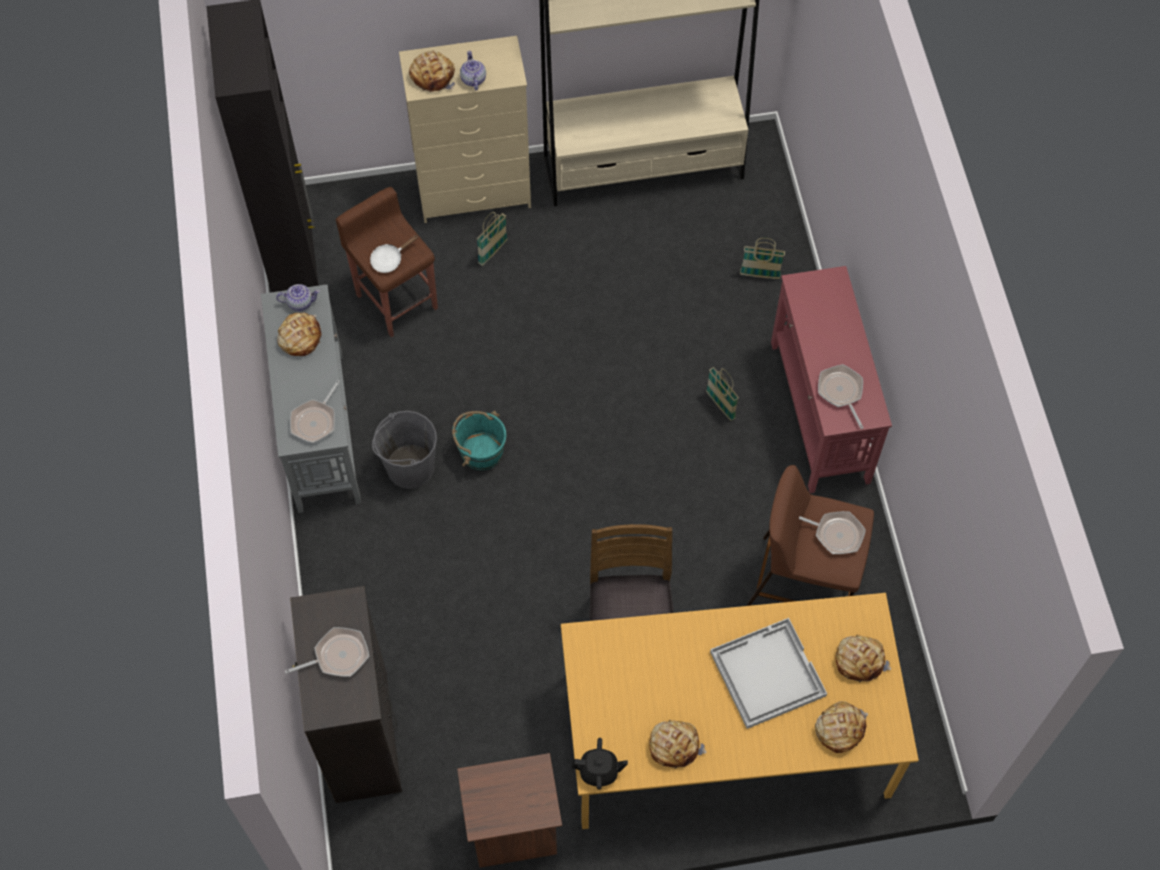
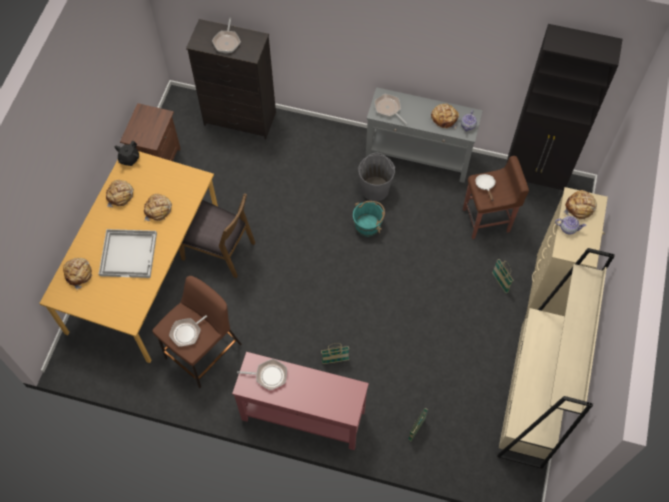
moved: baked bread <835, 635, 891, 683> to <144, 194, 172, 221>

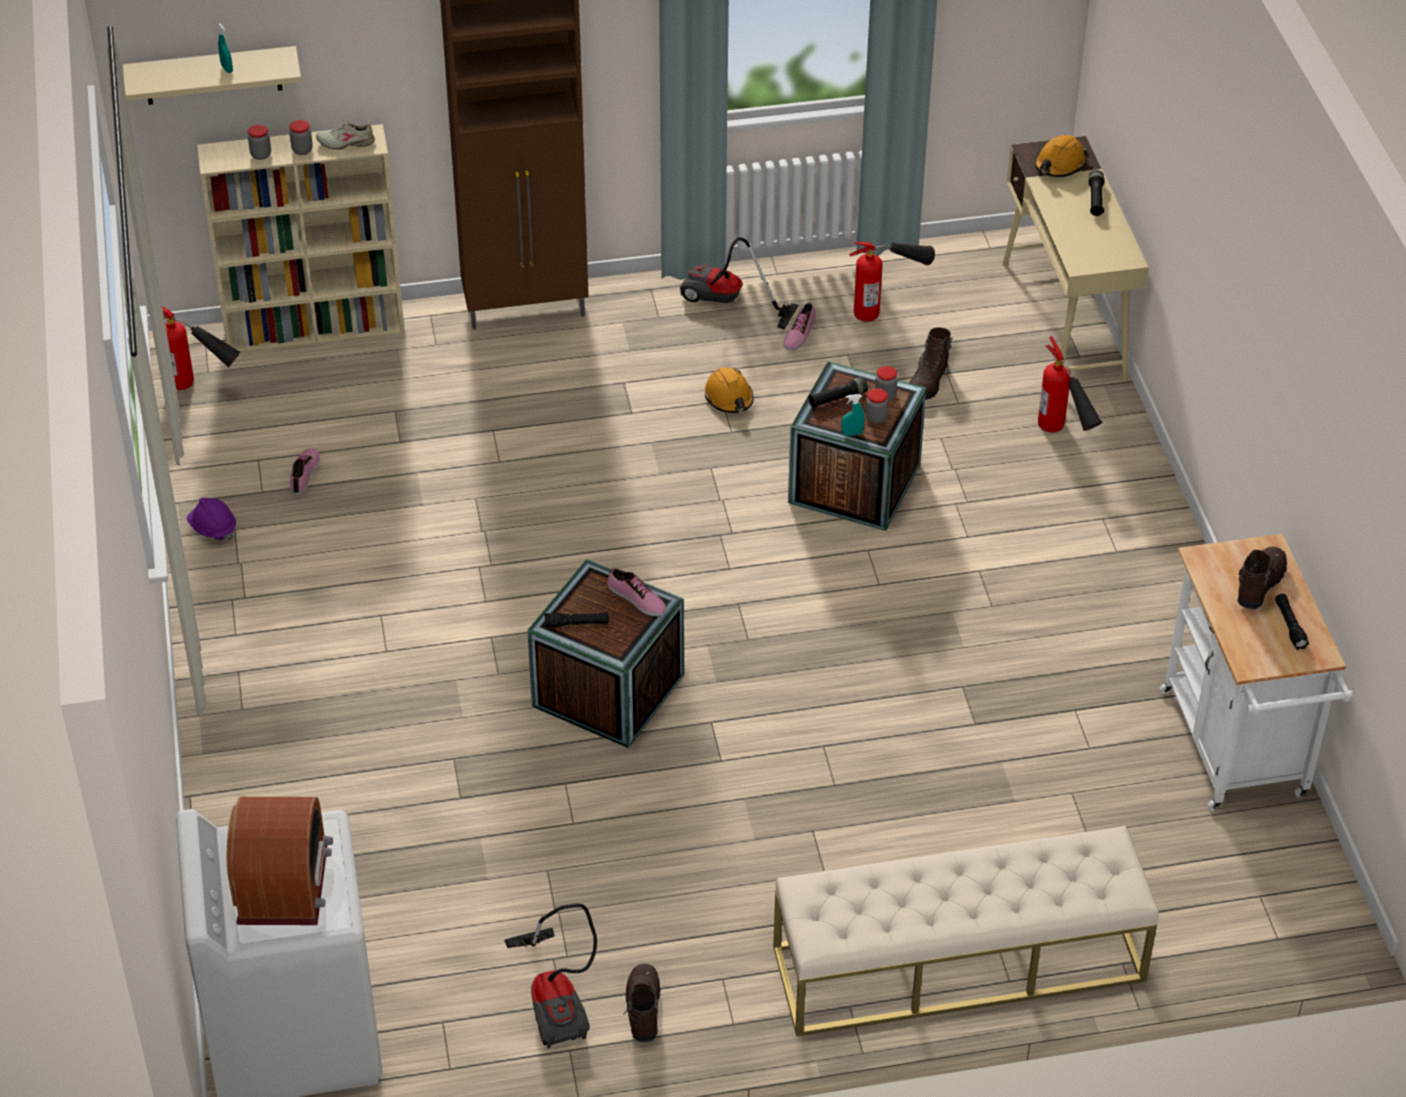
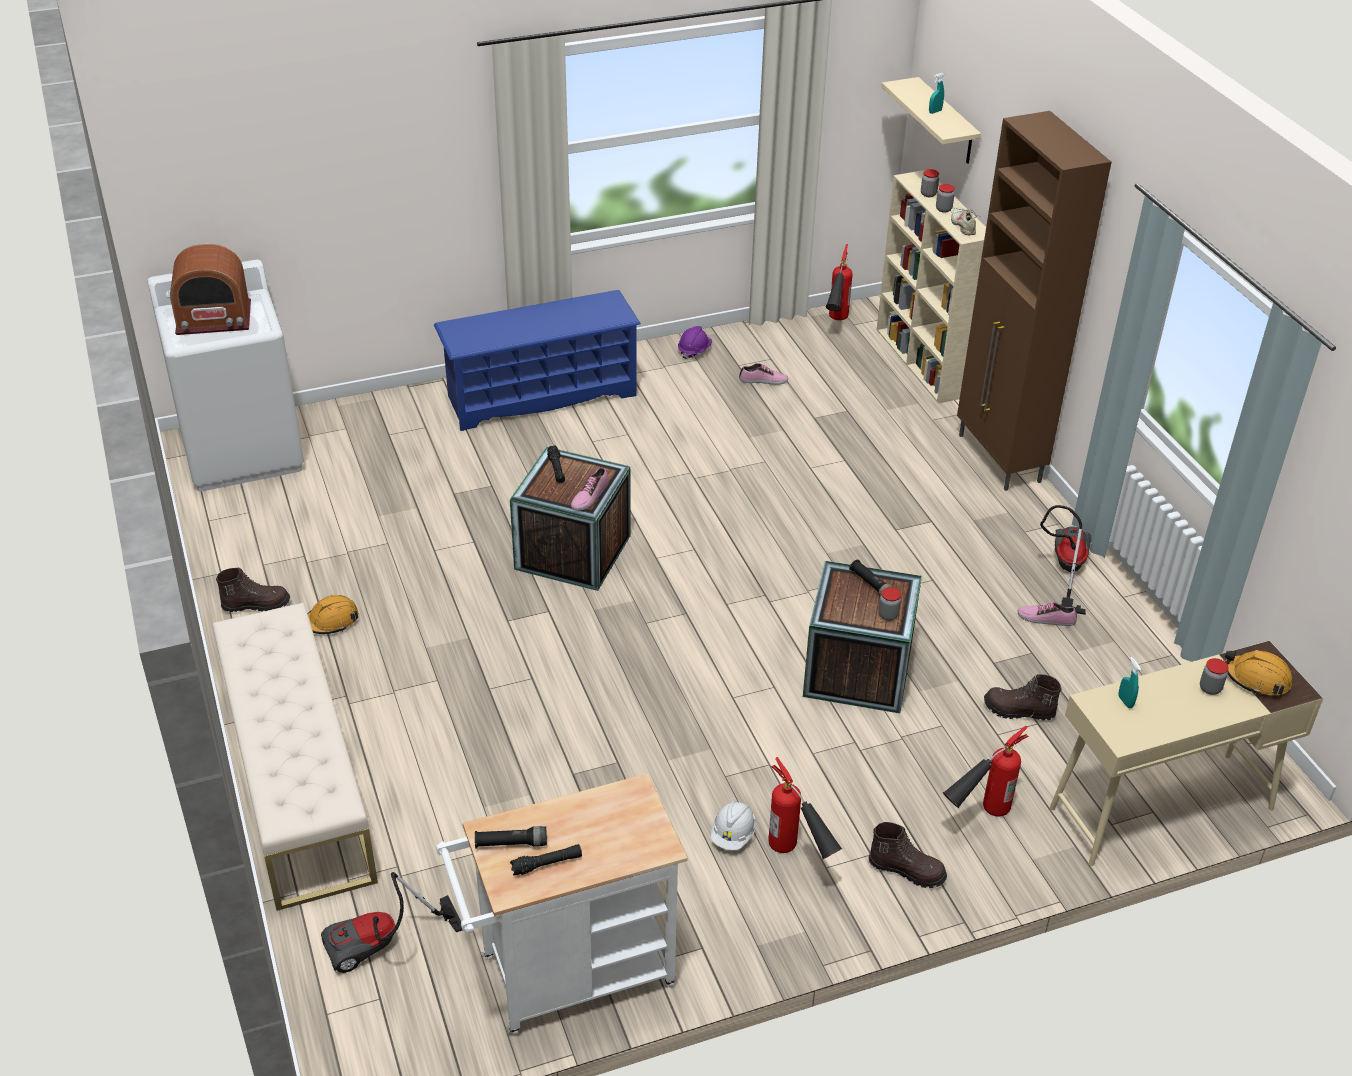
added: blue-coloured shoe rack <434, 290, 641, 431>; white hard hat <711, 801, 756, 850>
moved: black-coloured hand torch <1088, 170, 1104, 216> to <475, 826, 547, 849>; fire-fighting cylinder <849, 242, 935, 321> to <768, 757, 843, 859>; orangey hard hat <705, 367, 754, 413> to <307, 595, 359, 634>; preserve jar <865, 388, 888, 424> to <1200, 658, 1229, 695>; turquoise hand sprayer <841, 394, 865, 436> to <1118, 657, 1141, 708>; brown-coloured boot <1237, 547, 1287, 609> to <869, 822, 947, 888>; vacuum cleaner <505, 904, 597, 1048> to <321, 872, 463, 973>

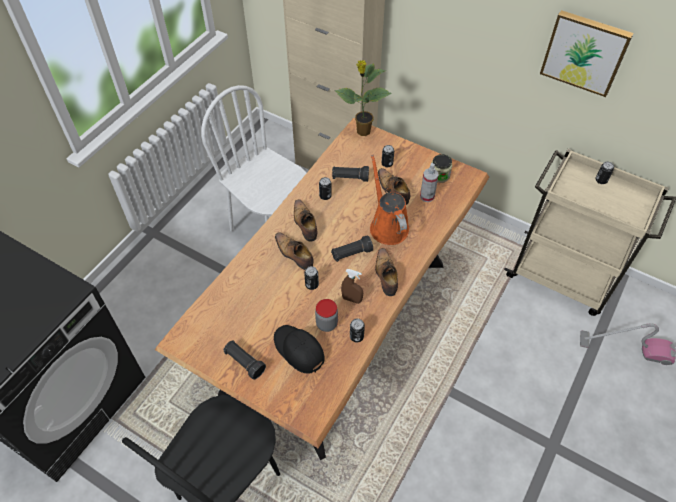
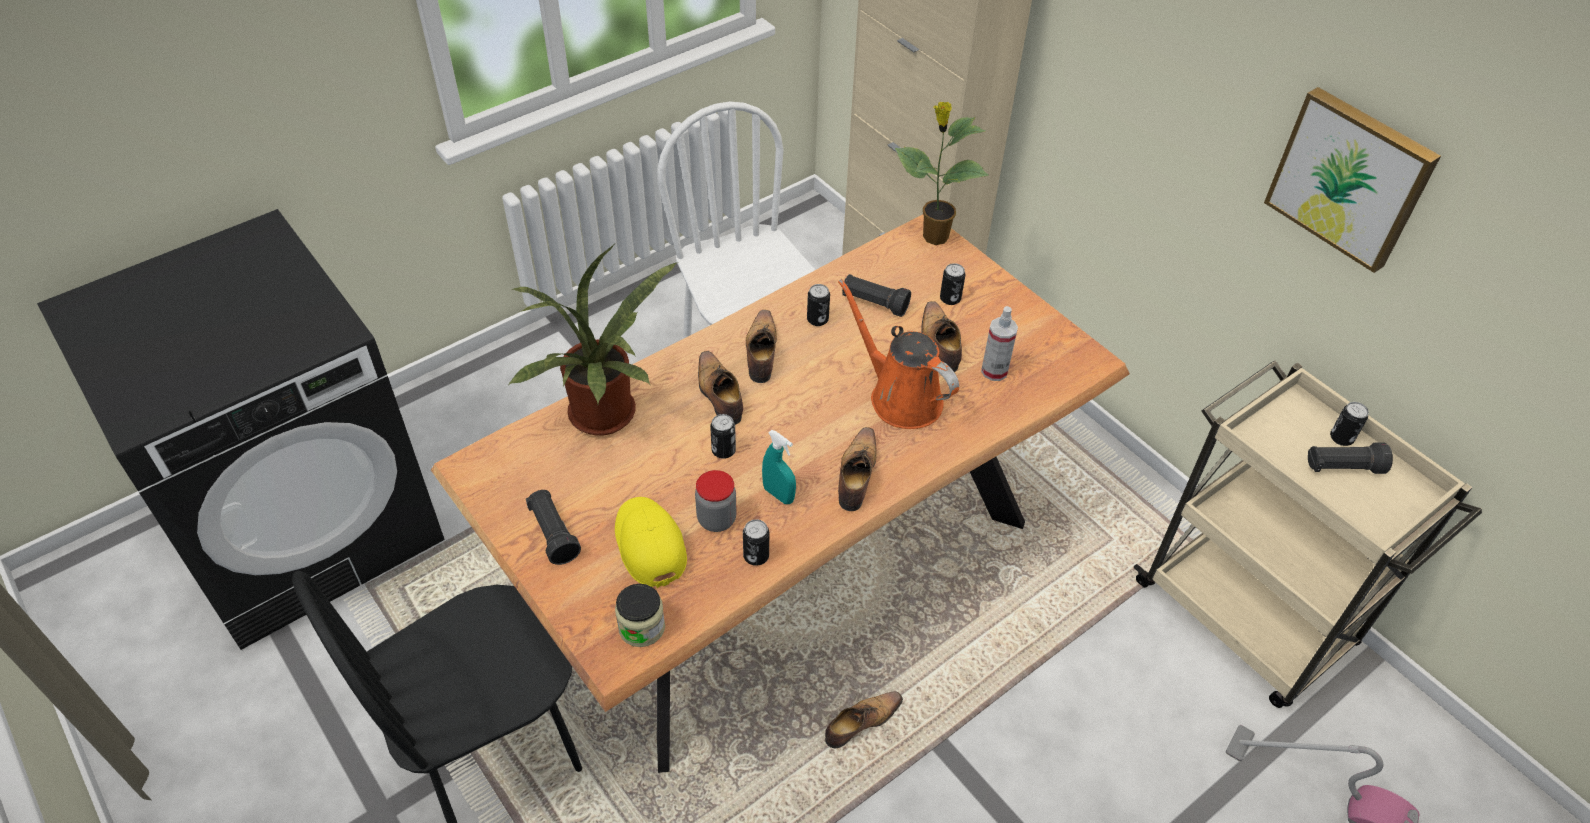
added: potted plant <508, 245, 676, 436>; low shoe <825, 692, 903, 748>
moved: preserve jar <432, 154, 452, 183> to <615, 584, 665, 647>; black-coloured hand torch <331, 235, 373, 262> to <1308, 443, 1393, 474>
recoloured: brown-coloured hand sprayer <341, 269, 363, 304> to turquoise hand sprayer <762, 430, 796, 504>; black-coloured cap <274, 325, 325, 373> to yellow-coloured cap <615, 497, 687, 588>
turned: orangey watering can <370, 155, 409, 245> = <838, 279, 959, 429> 45 degrees counterclockwise

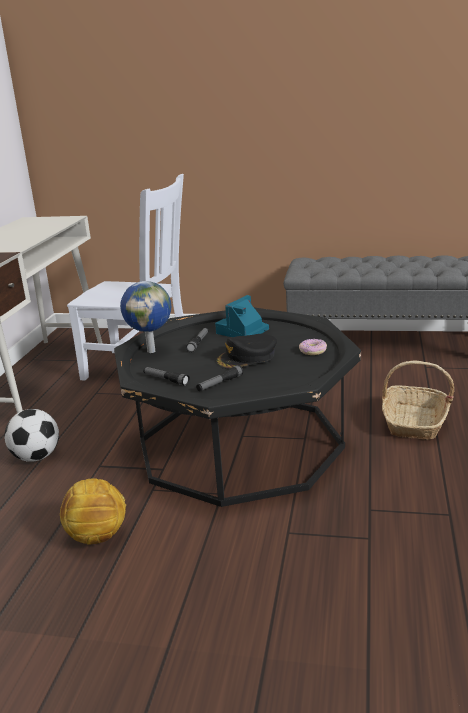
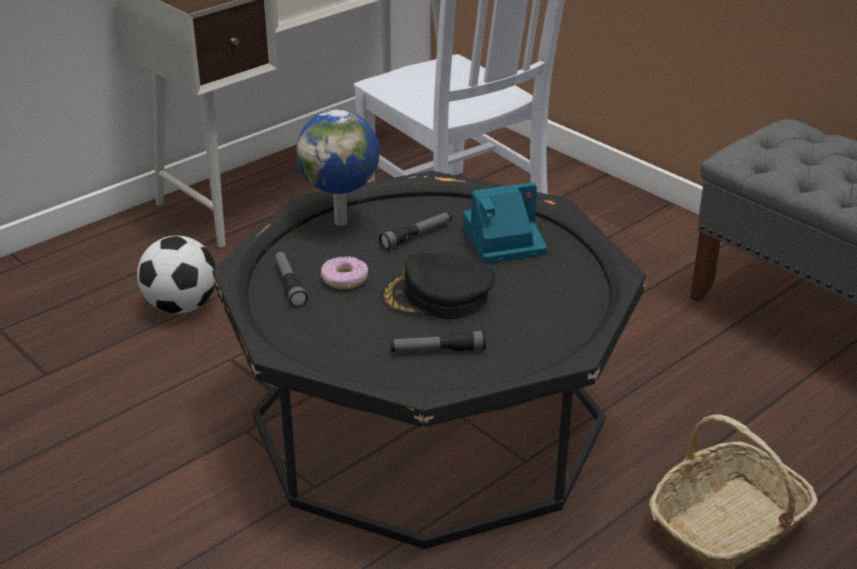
removed: ball for football <60, 478, 126, 545>
moved: donut <299, 339, 327, 355> to <321, 256, 368, 289>; hand torch <196, 365, 243, 391> to <391, 331, 486, 352>

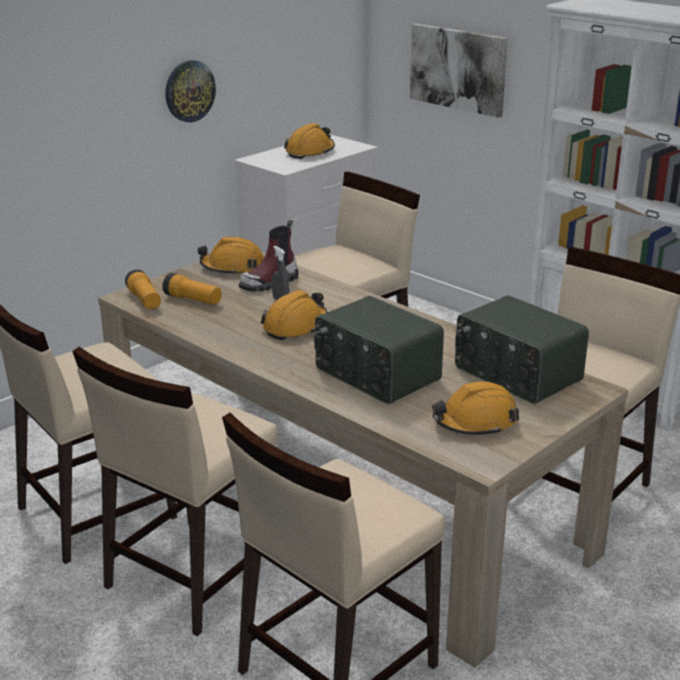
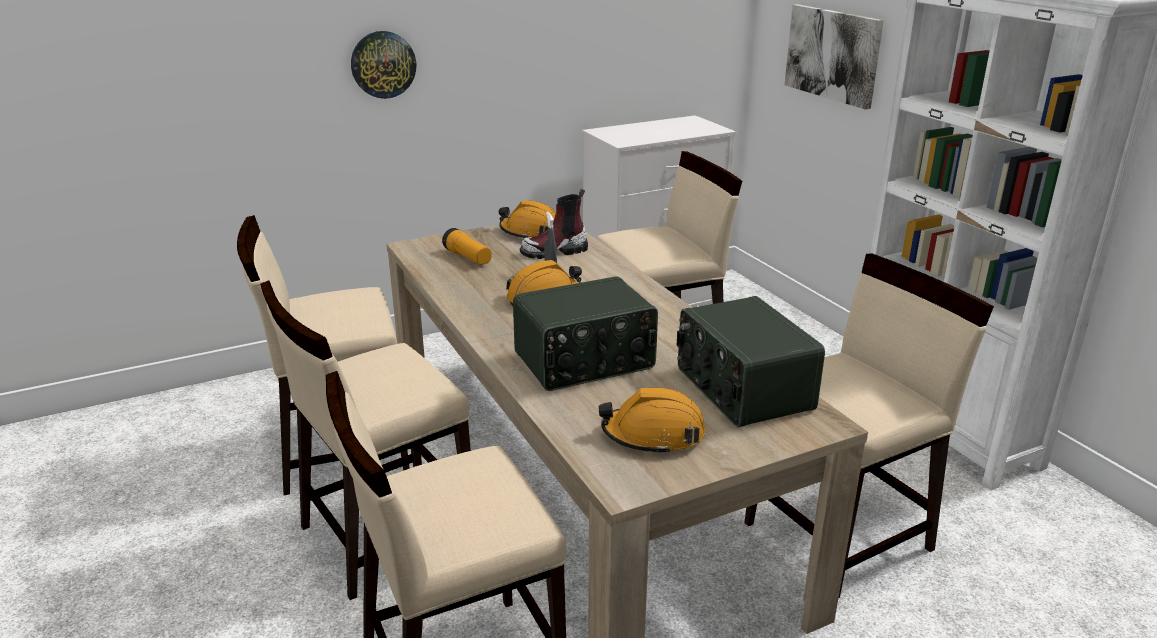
removed: orangey hard hat <284, 123, 335, 159>; hand torch <125, 269, 161, 309>
moved: hanging clock <166, 60, 216, 122> to <351, 31, 416, 99>
turned: radio <314, 296, 444, 404> = <513, 277, 658, 391> 90 degrees counterclockwise

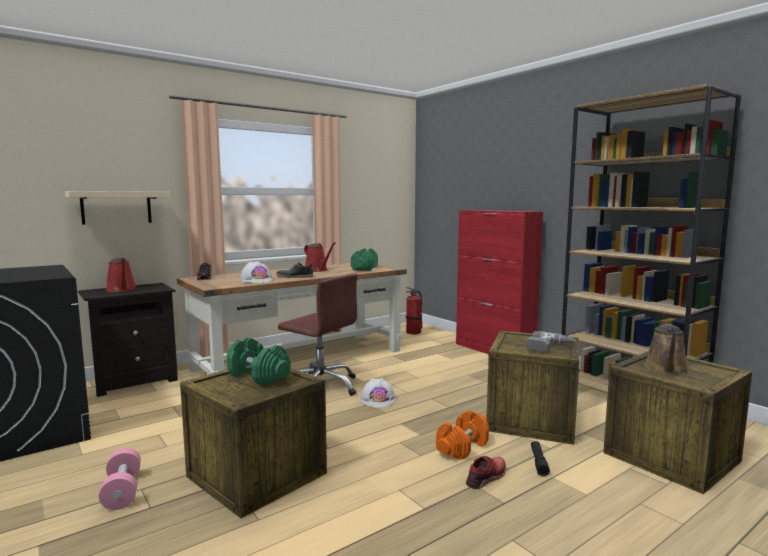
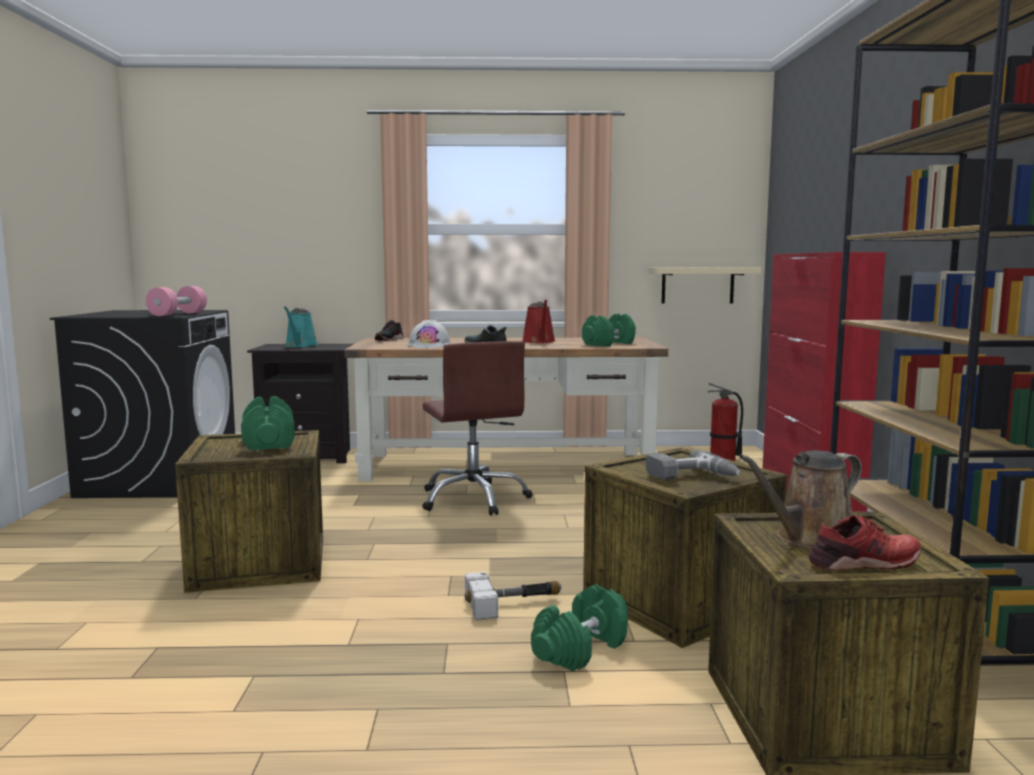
removed: white hard hat <360, 378, 396, 408>
moved: beige-coloured wall shelf <65, 191, 170, 225> to <649, 267, 761, 304>; pinkish hand weight <99, 448, 141, 510> to <146, 286, 207, 316>; red-coloured low shoe <466, 455, 506, 489> to <809, 515, 921, 570>
replaced: orangey hand weight <436, 410, 489, 460> to tool hammer <465, 572, 561, 620>; black-coloured hand torch <531, 441, 550, 477> to green-coloured hand weight <531, 584, 628, 671>
recoloured: red-coloured watering can <106, 258, 137, 292> to turquoise watering can <284, 307, 318, 347>

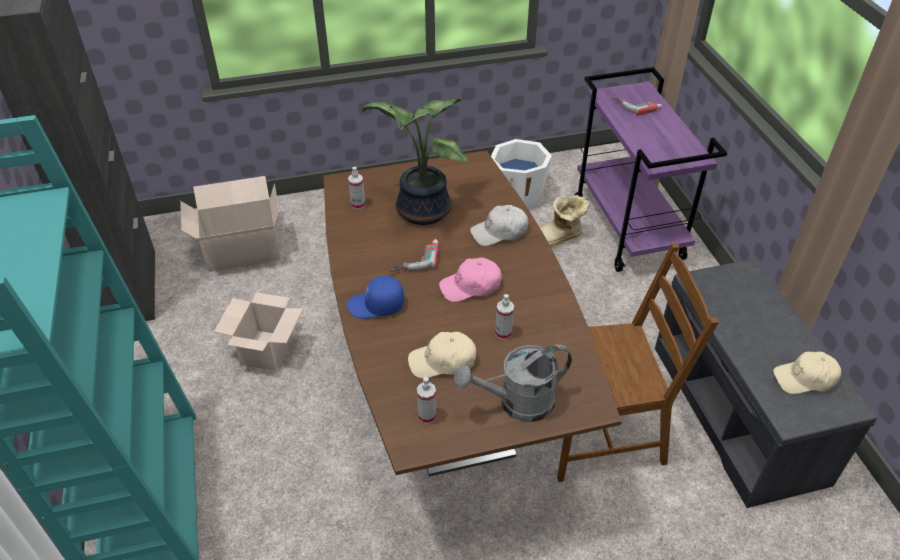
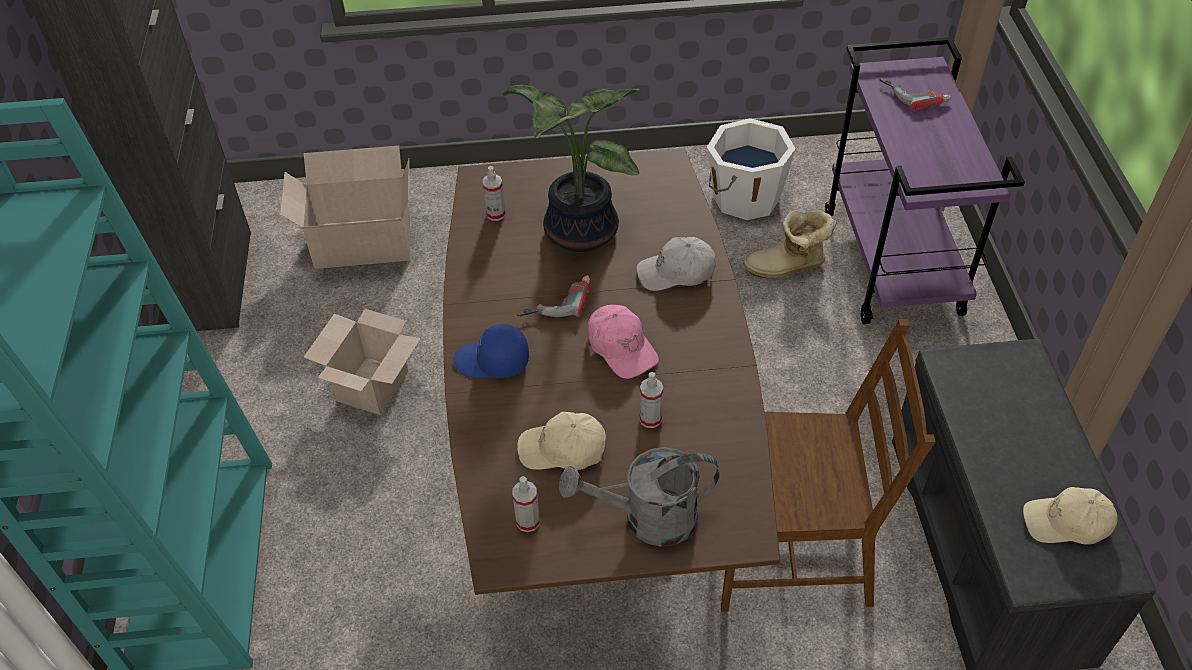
turned: pinkish cap <439, 258, 502, 302> = <587, 305, 659, 379> 120 degrees counterclockwise

